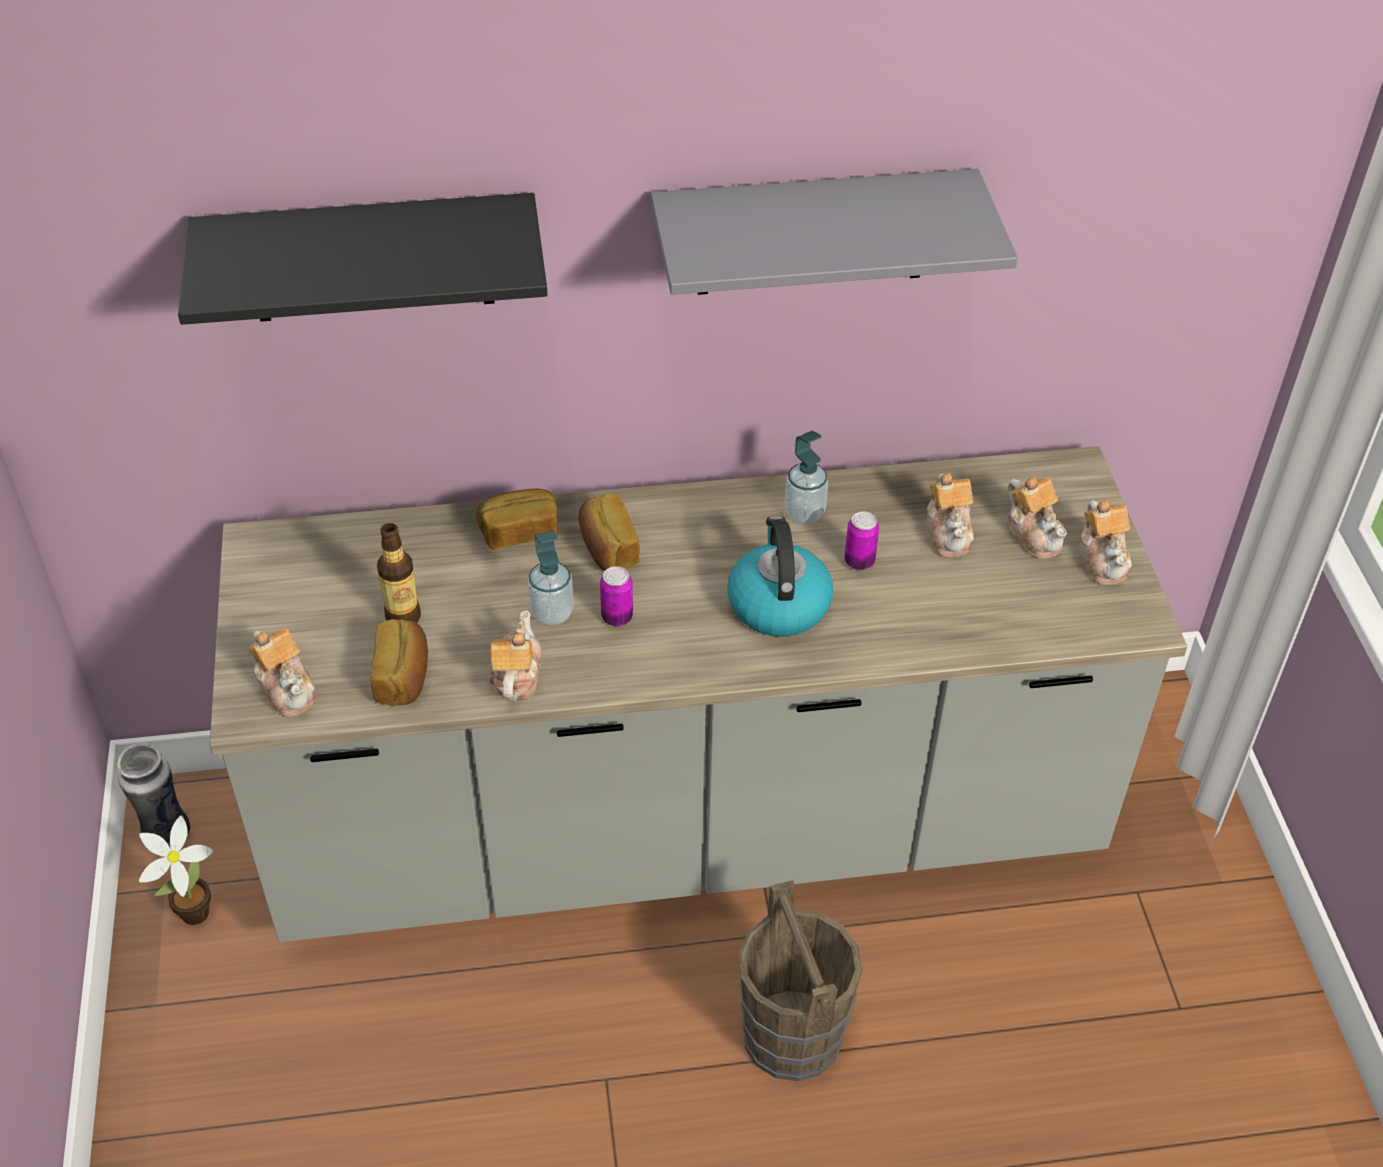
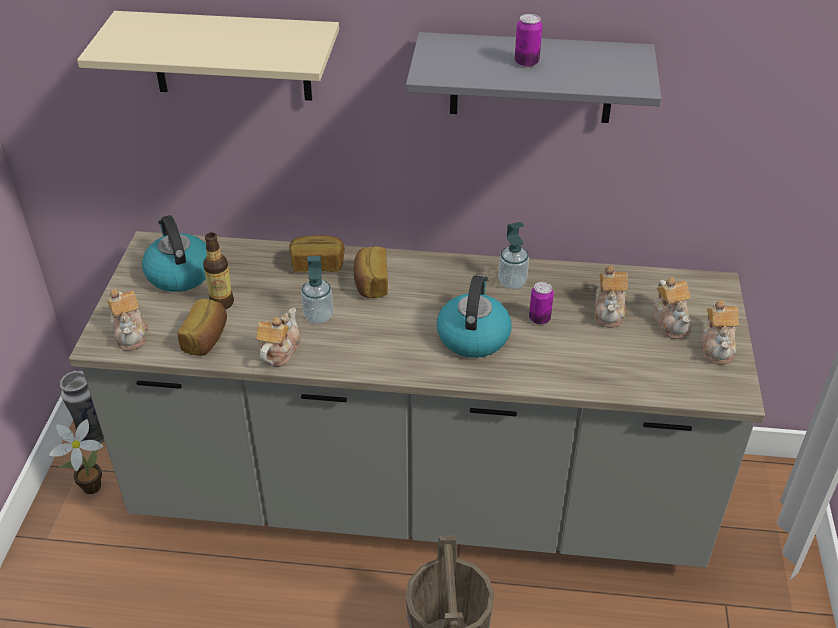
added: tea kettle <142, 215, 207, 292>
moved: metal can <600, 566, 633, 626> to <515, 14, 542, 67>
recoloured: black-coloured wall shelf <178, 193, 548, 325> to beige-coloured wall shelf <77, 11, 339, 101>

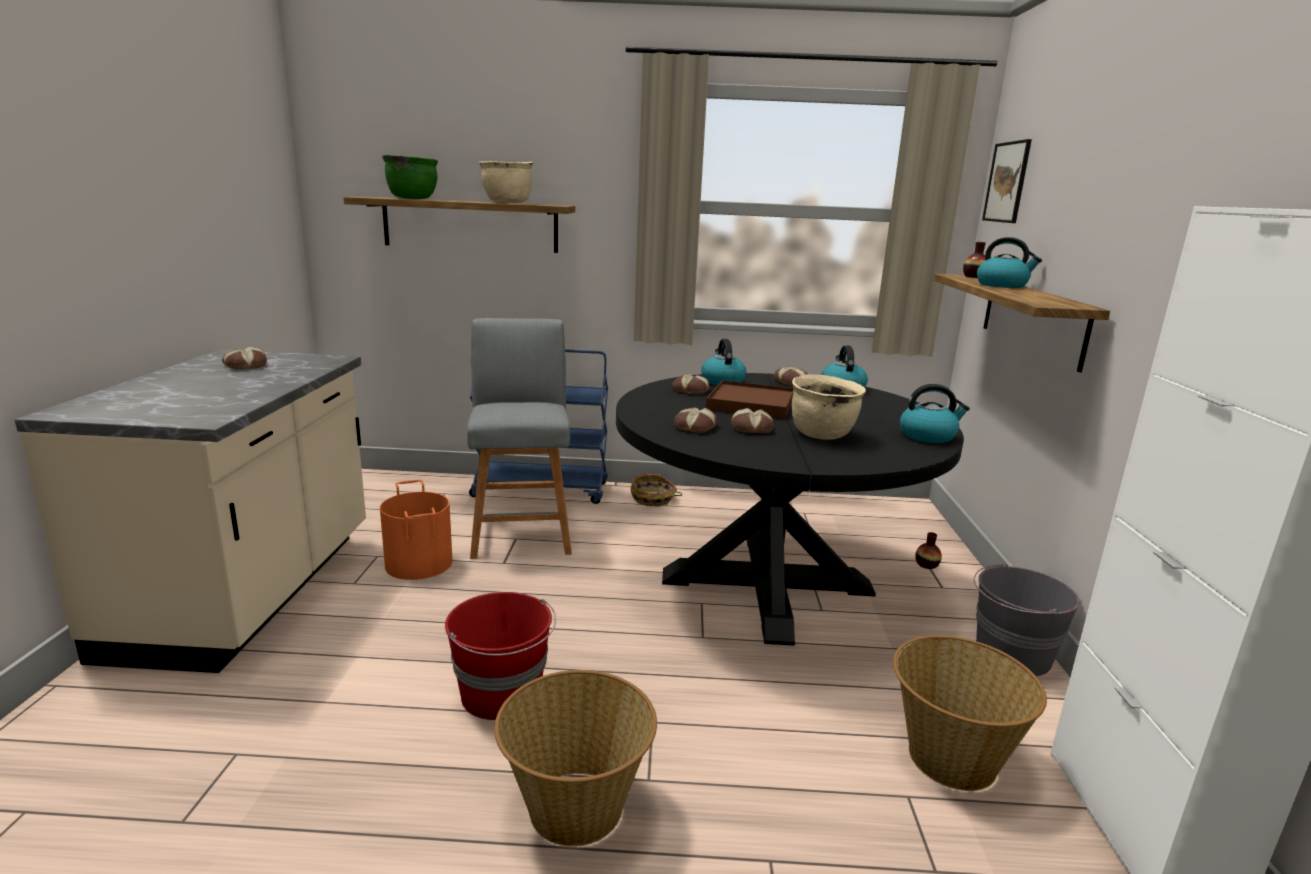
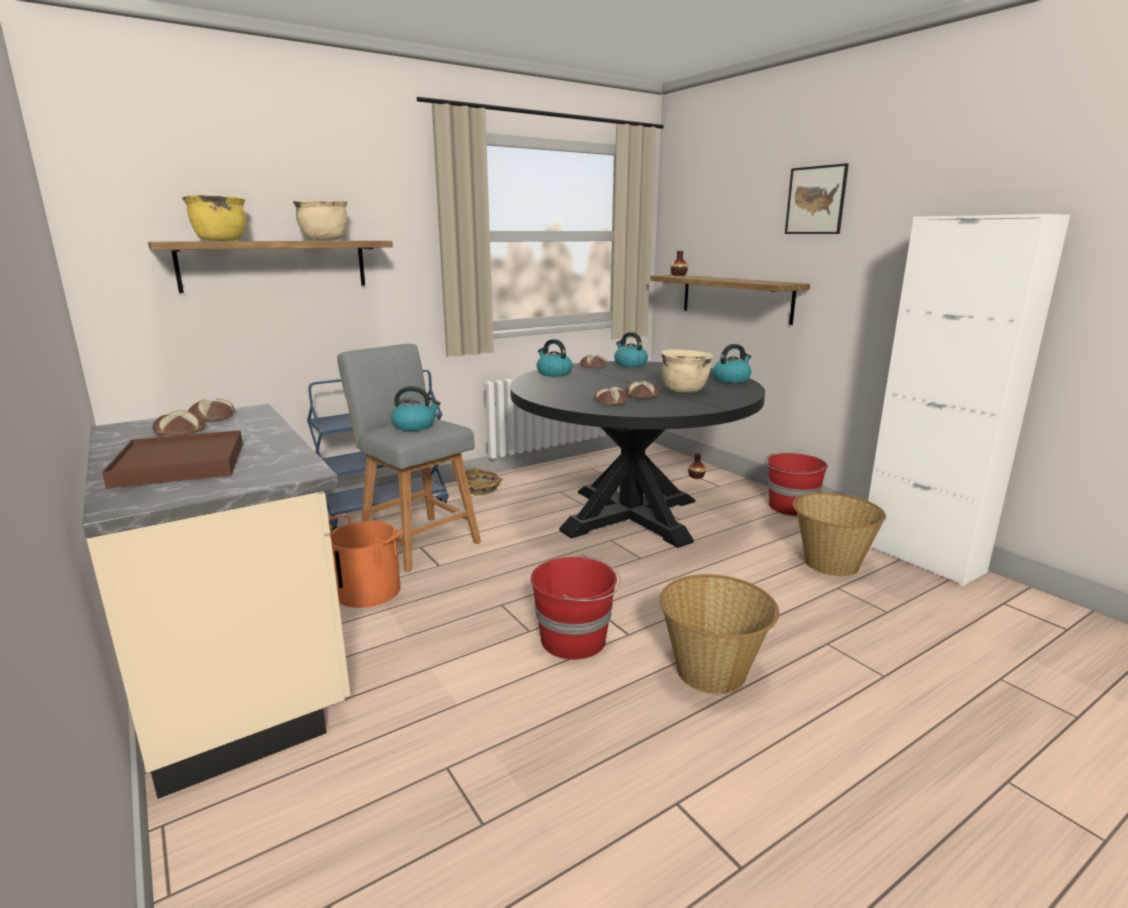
moved: wall art <982, 139, 1032, 223> to <785, 163, 849, 234>; tea kettle <977, 237, 1042, 288> to <391, 386, 440, 431>; baked bread <672, 374, 710, 394> to <188, 399, 234, 421>; brown-coloured carrying tray <706, 380, 794, 419> to <102, 430, 243, 489>
recoloured: green-coloured saucepot <382, 155, 438, 199> to yellow-coloured saucepot <182, 195, 247, 241>; greyish pail <974, 563, 1080, 676> to red-coloured pail <765, 453, 828, 516>

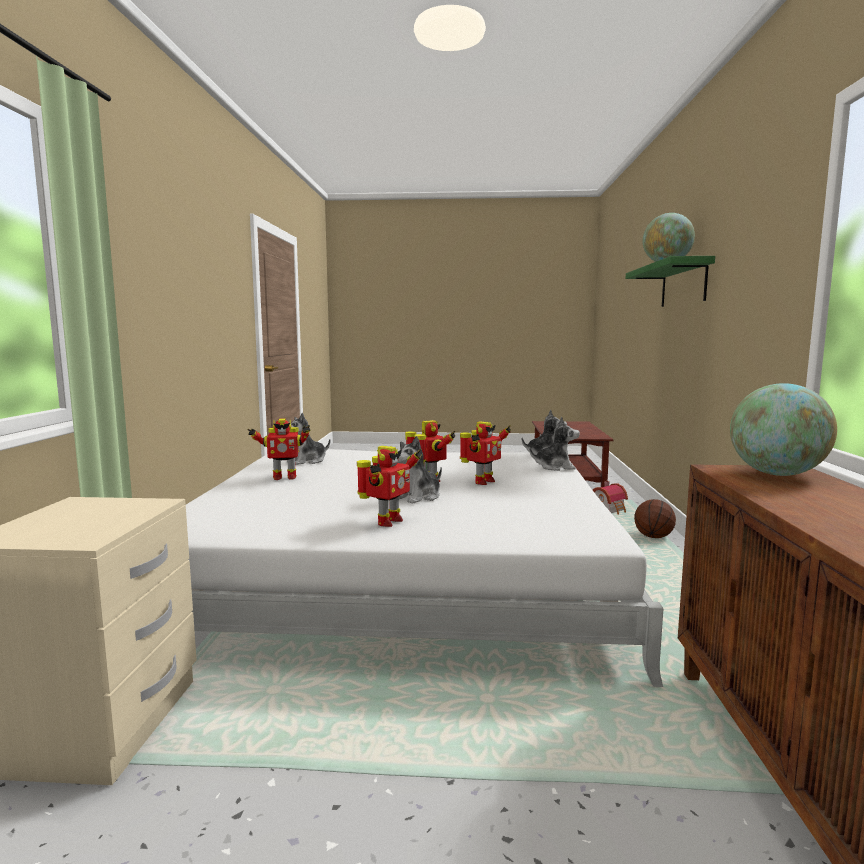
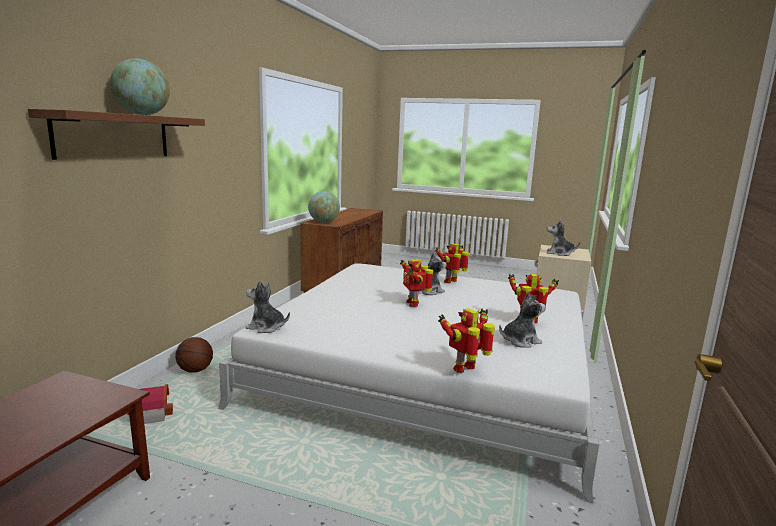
moved: soft toy <529, 417, 580, 471> to <547, 220, 581, 256>; robot figure <460, 421, 511, 485> to <438, 308, 495, 373>
recoloured: green-coloured wall shelf <626, 256, 715, 307> to brown-coloured wall shelf <28, 109, 205, 160>

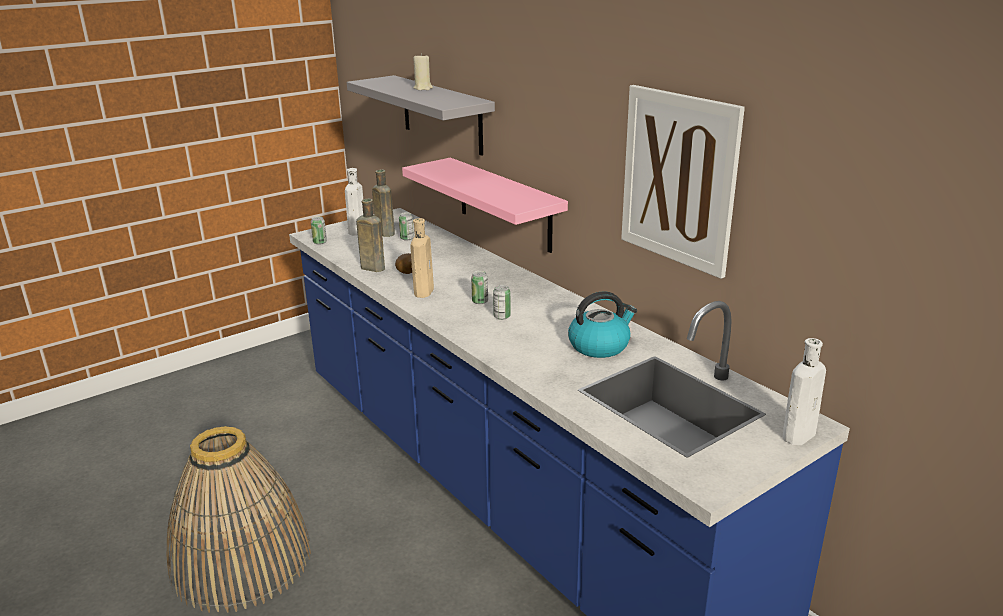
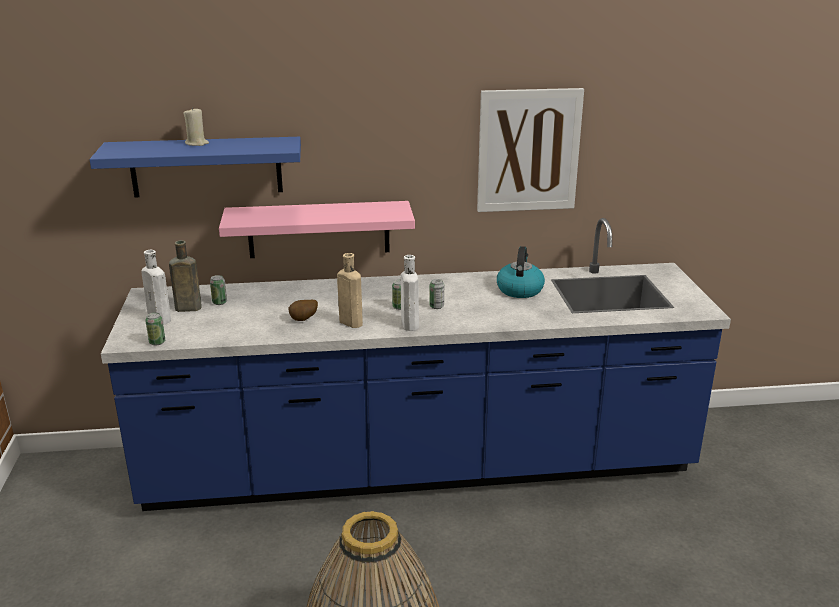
removed: brown-coloured drink bottle <356, 199, 385, 272>
moved: white drink bottle <783, 338, 826, 445> to <400, 255, 419, 331>
recoloured: greyish wall shelf <347, 75, 495, 156> to blue-coloured wall shelf <89, 137, 301, 197>

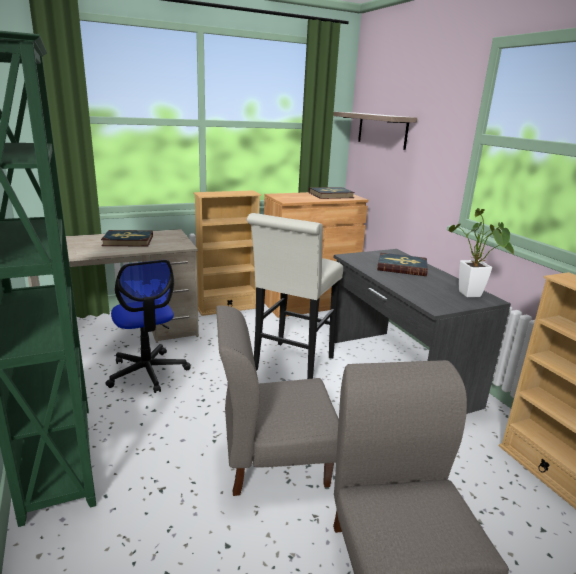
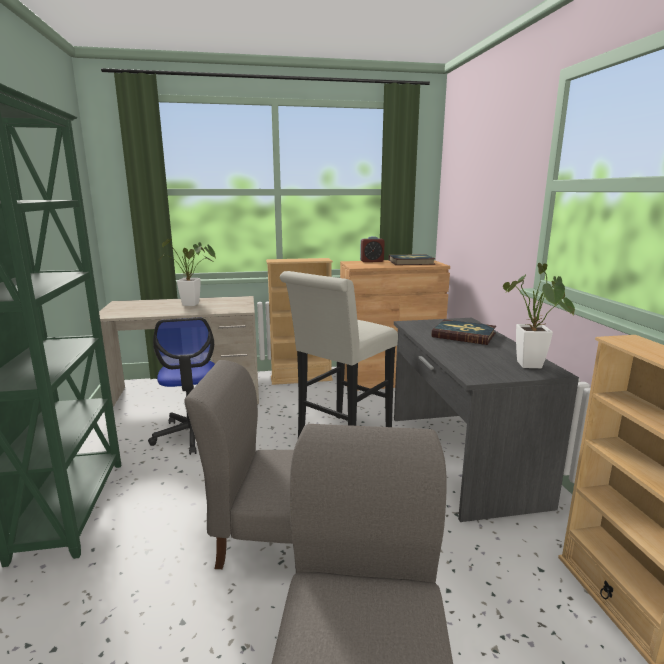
removed: wall shelf <333, 112, 417, 150>
added: alarm clock <360, 236, 385, 262>
replaced: book <101, 230, 153, 246> to potted plant <158, 239, 215, 306>

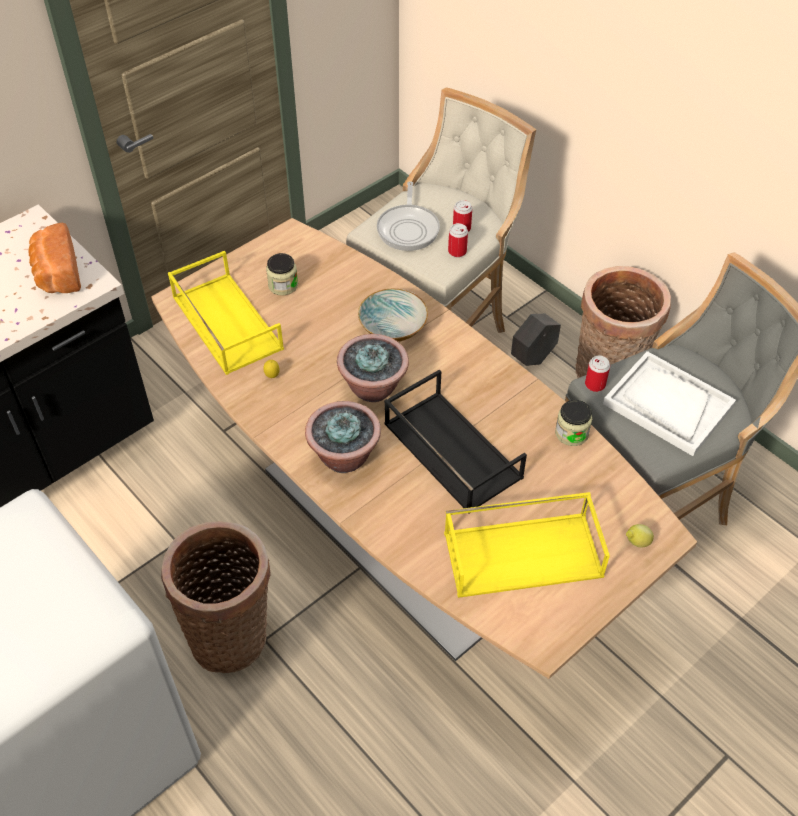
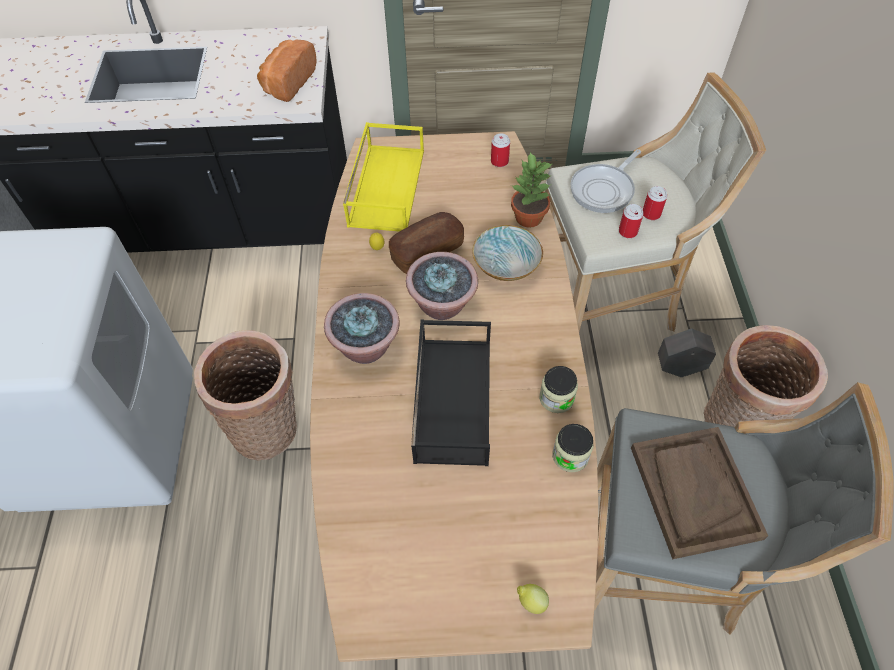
removed: yellow-coloured carrying tray <444, 492, 610, 598>
added: potted plant <511, 152, 552, 228>; baked bread <389, 212, 464, 274>
moved: preserve jar <266, 253, 298, 295> to <539, 366, 578, 413>; metal can <585, 356, 610, 392> to <491, 133, 510, 167>
recoloured: white carrying tray <603, 351, 736, 456> to brown-coloured carrying tray <631, 427, 768, 559>

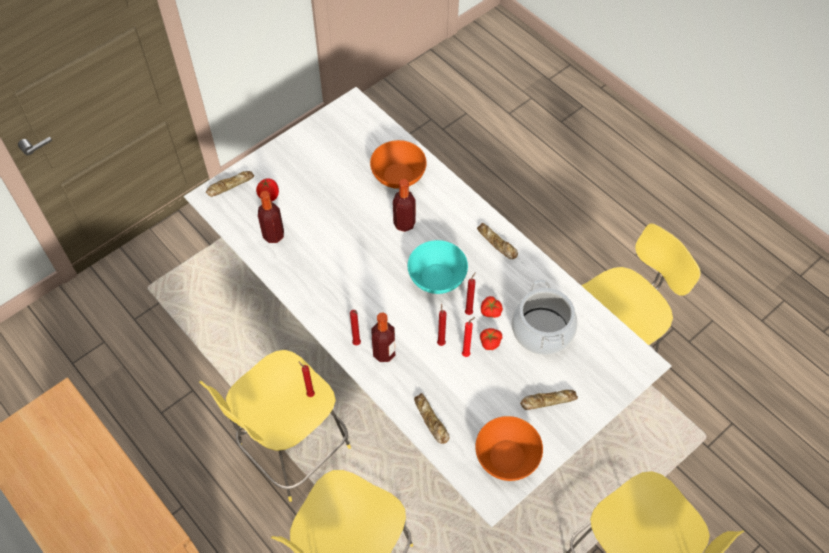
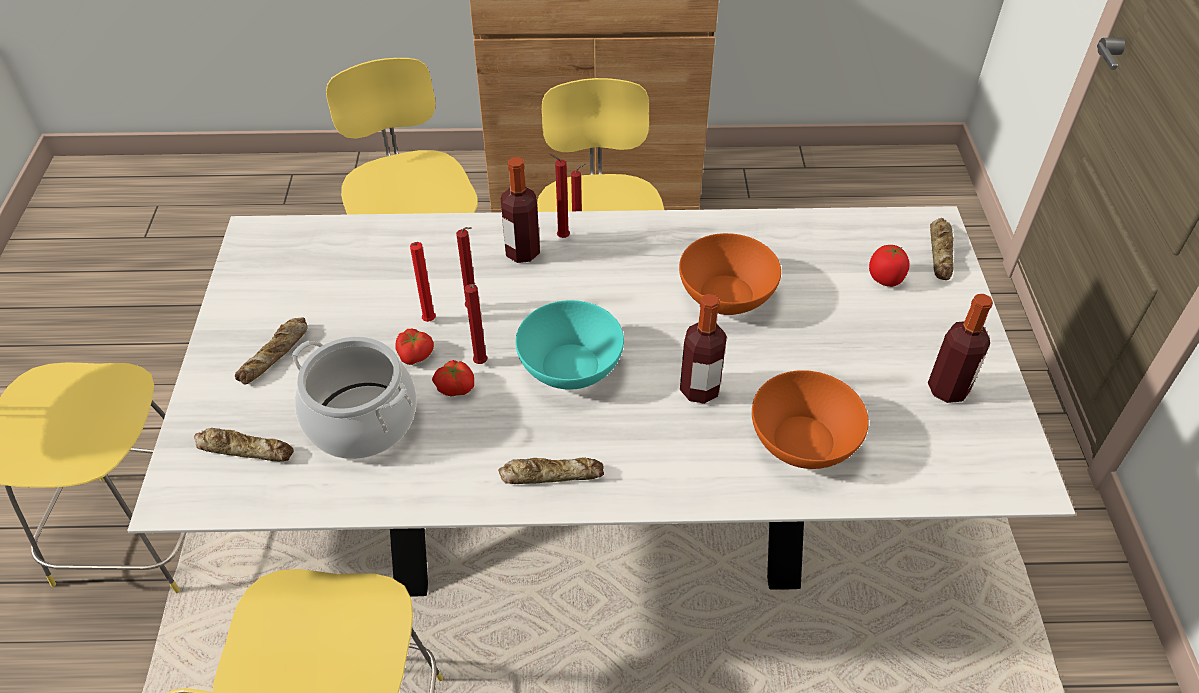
moved: drink bottle <258, 191, 284, 243> to <928, 294, 993, 403>; baked bread <414, 393, 450, 444> to <194, 428, 294, 461>; orangey deep dish <475, 416, 543, 481> to <679, 233, 781, 315>

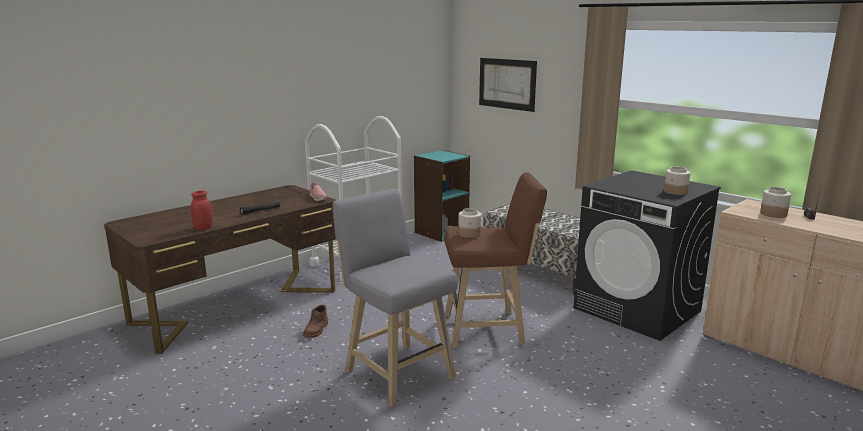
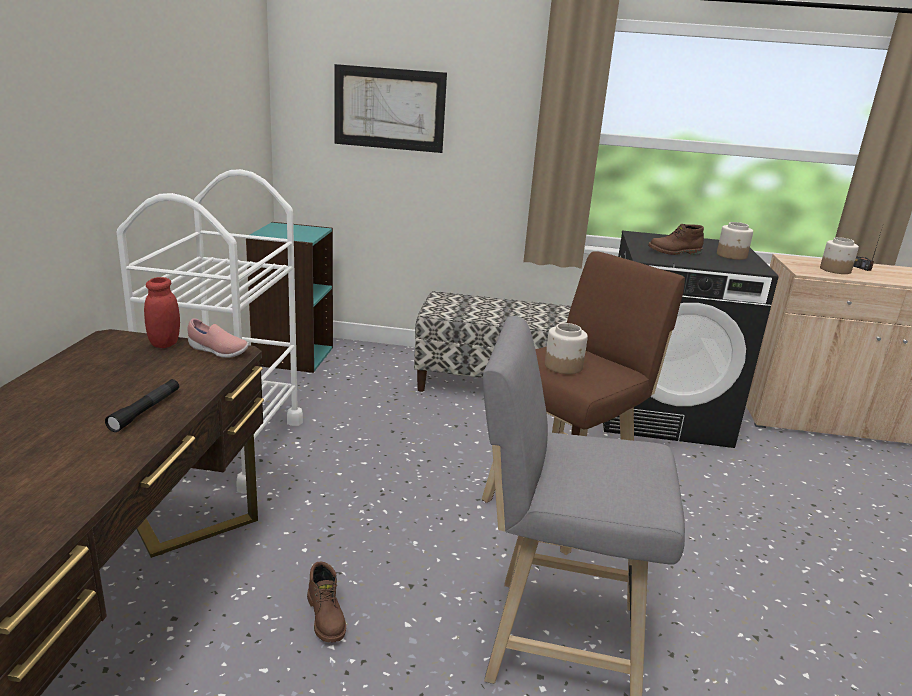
added: brown-coloured boot <648, 224, 704, 255>
moved: red-coloured preserve jar <191, 191, 213, 230> to <144, 277, 180, 348>

